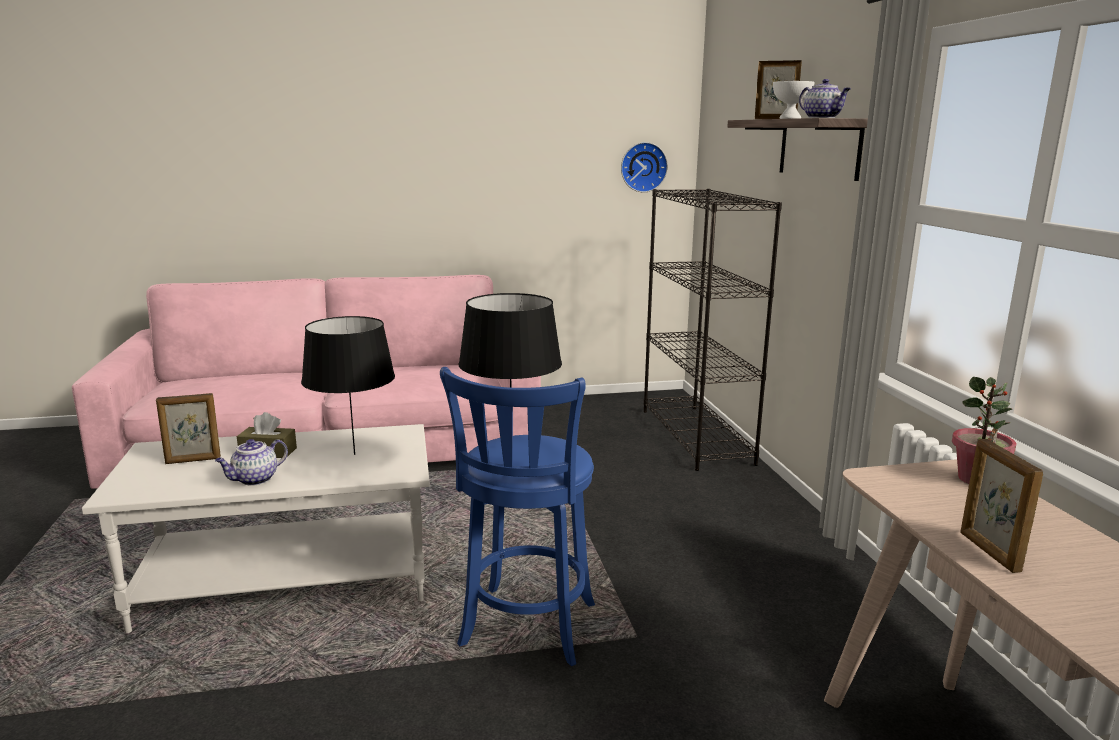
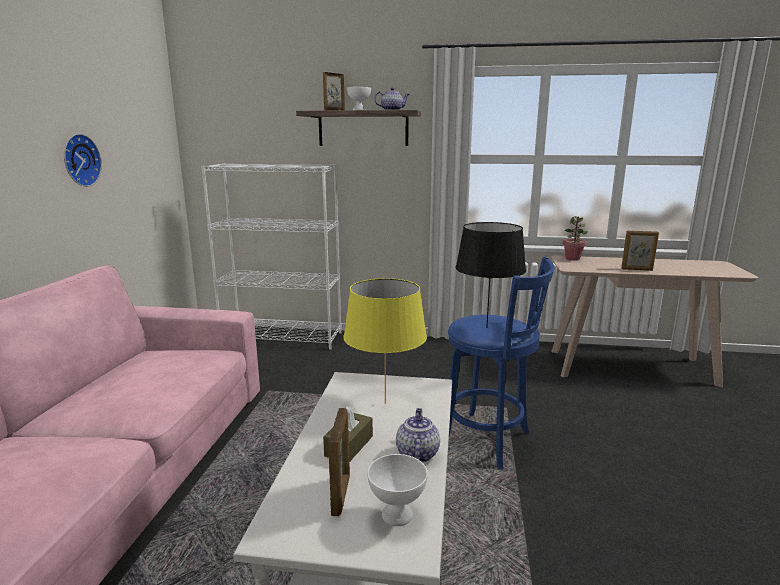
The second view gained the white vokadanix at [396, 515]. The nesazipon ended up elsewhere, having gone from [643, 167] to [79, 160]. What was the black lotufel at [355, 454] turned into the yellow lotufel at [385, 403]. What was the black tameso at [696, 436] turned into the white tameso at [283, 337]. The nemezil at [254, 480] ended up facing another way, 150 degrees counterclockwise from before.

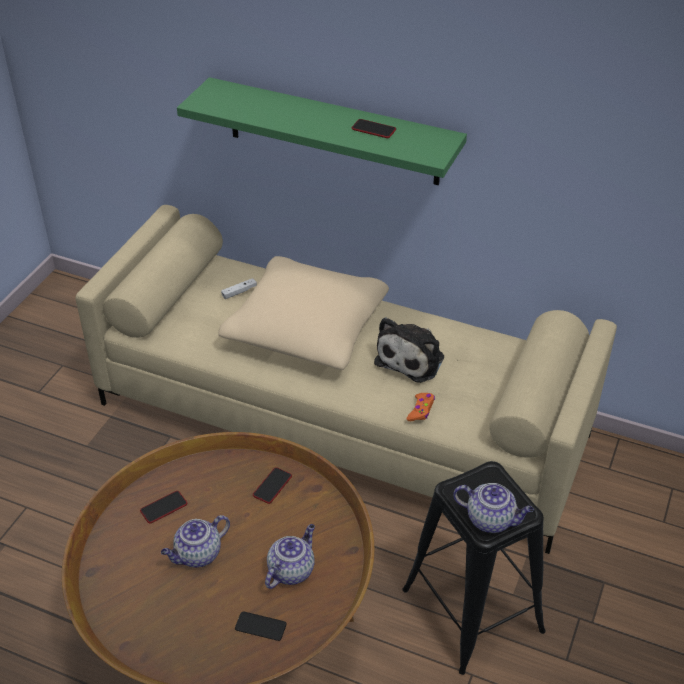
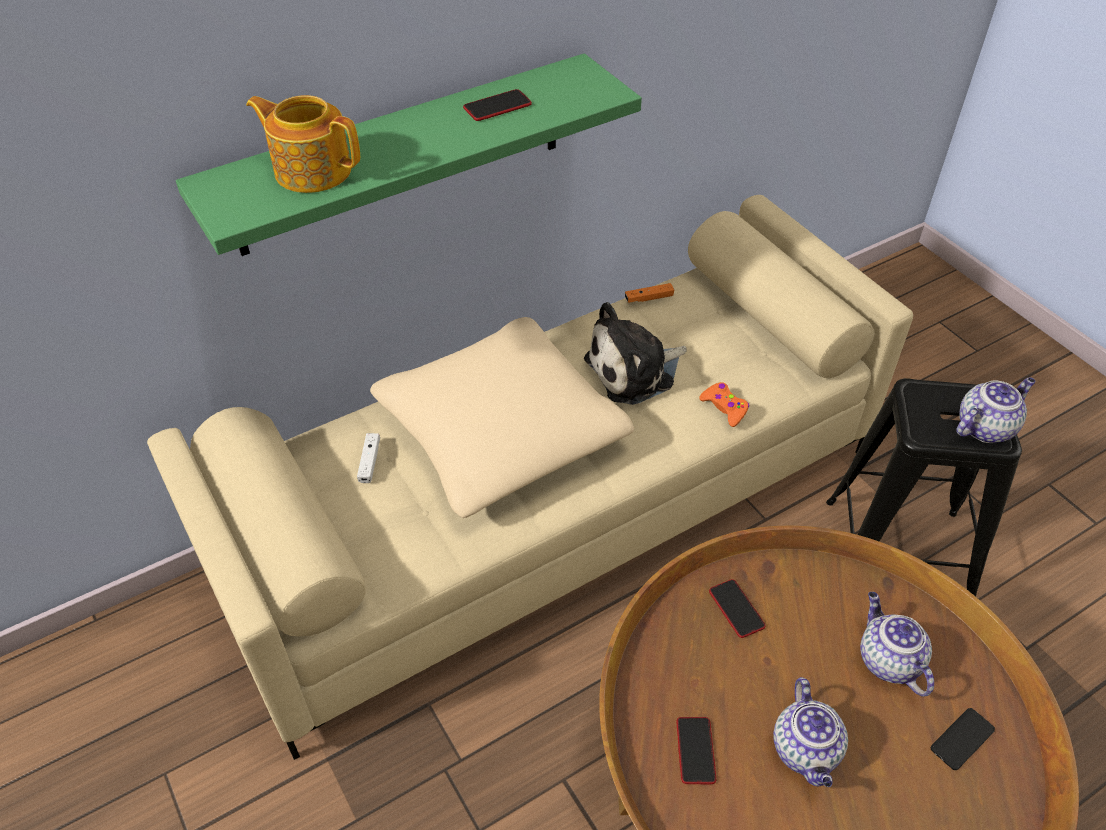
The second view gained the nemezil at [312, 170]. The second view gained the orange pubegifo at [649, 298]. The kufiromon at [412, 358] ended up facing another way, 90 degrees clockwise from before.

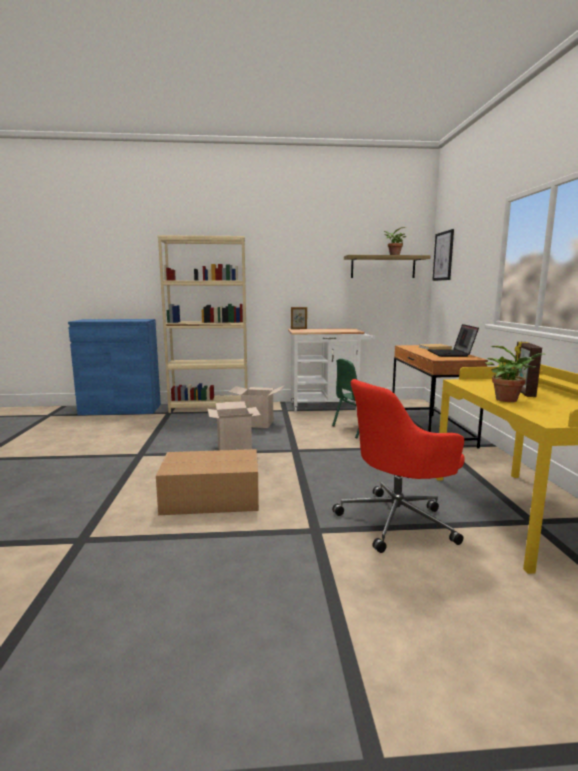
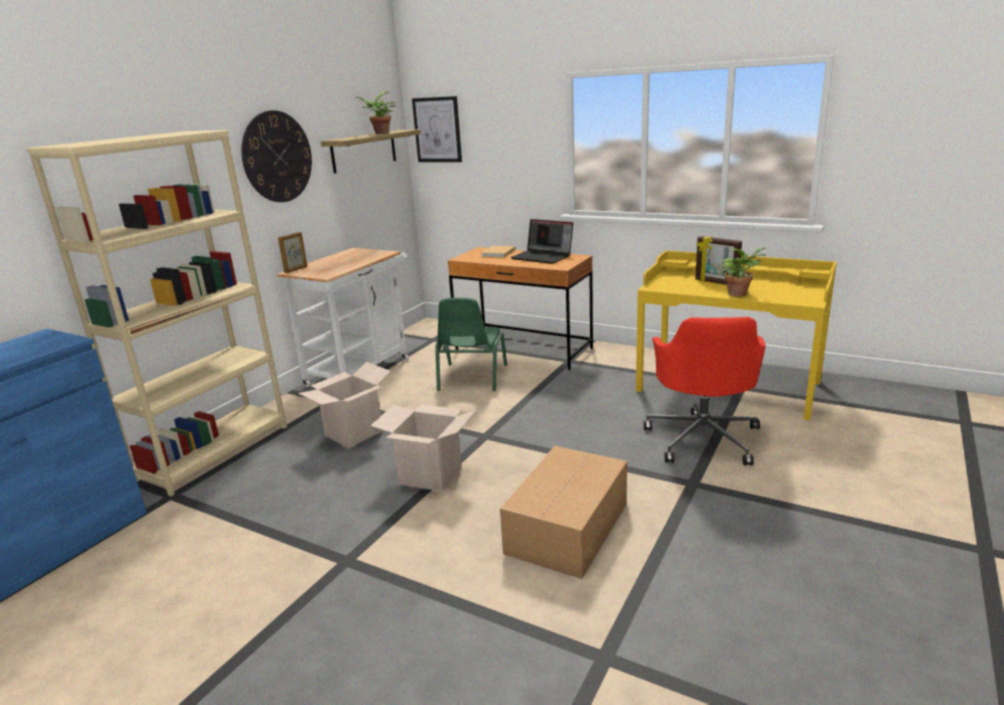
The second view gained the nesazipon at [277, 157].

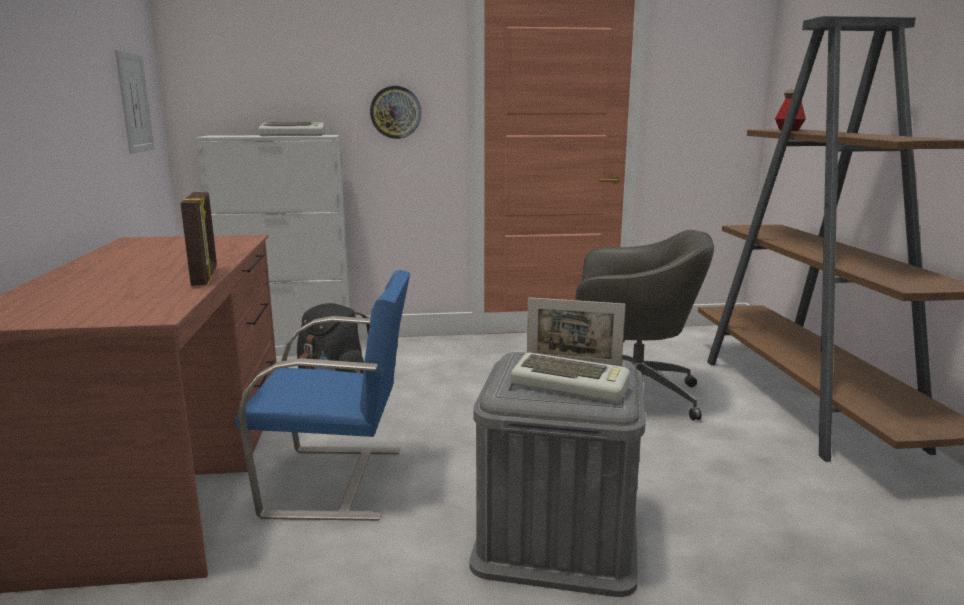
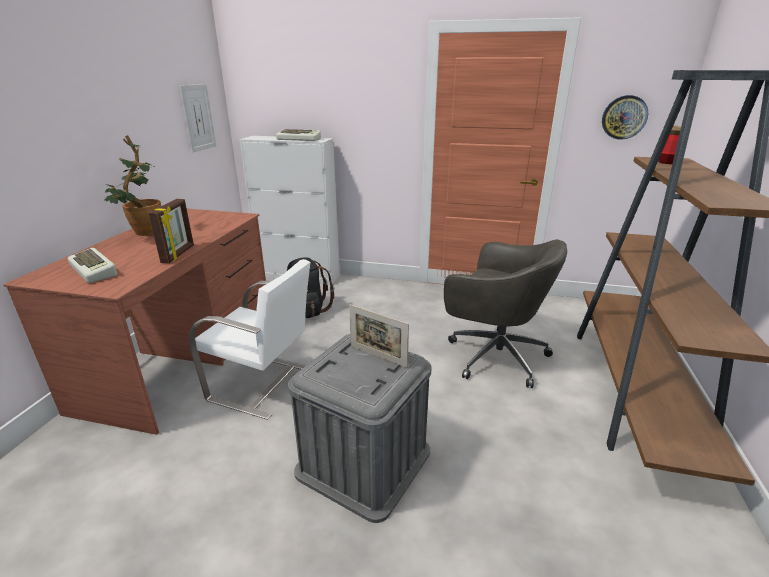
The second view gained the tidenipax at [143, 234]. The nesazipon ended up elsewhere, having gone from [395, 112] to [624, 117]. The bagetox ended up elsewhere, having gone from [571, 386] to [95, 270]. What was the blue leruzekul at [337, 482] turned into the white leruzekul at [263, 384].

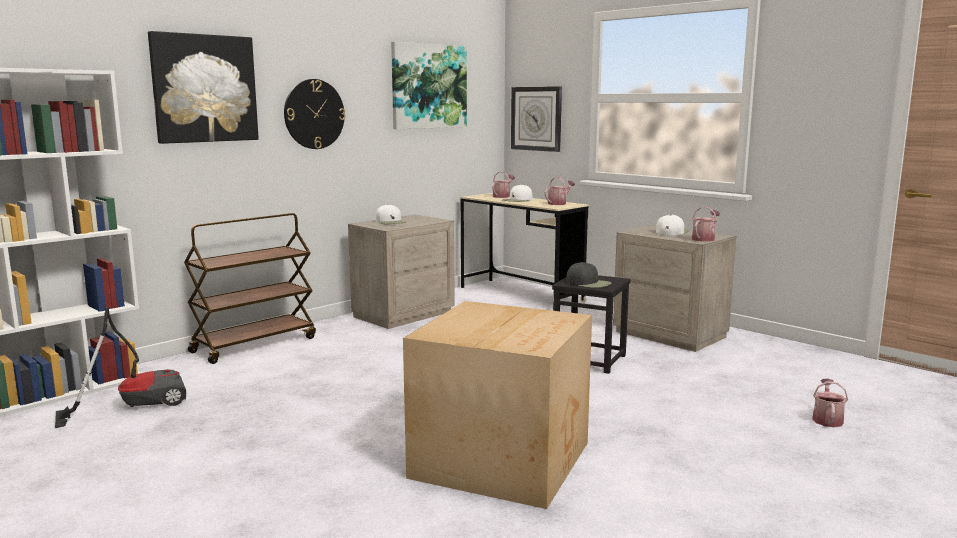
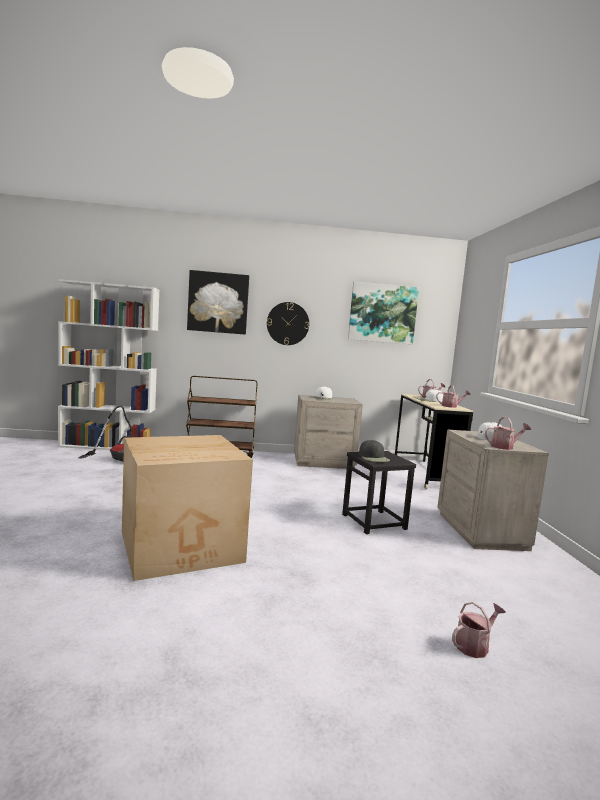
The second view lost the nesazipon at [536, 118].

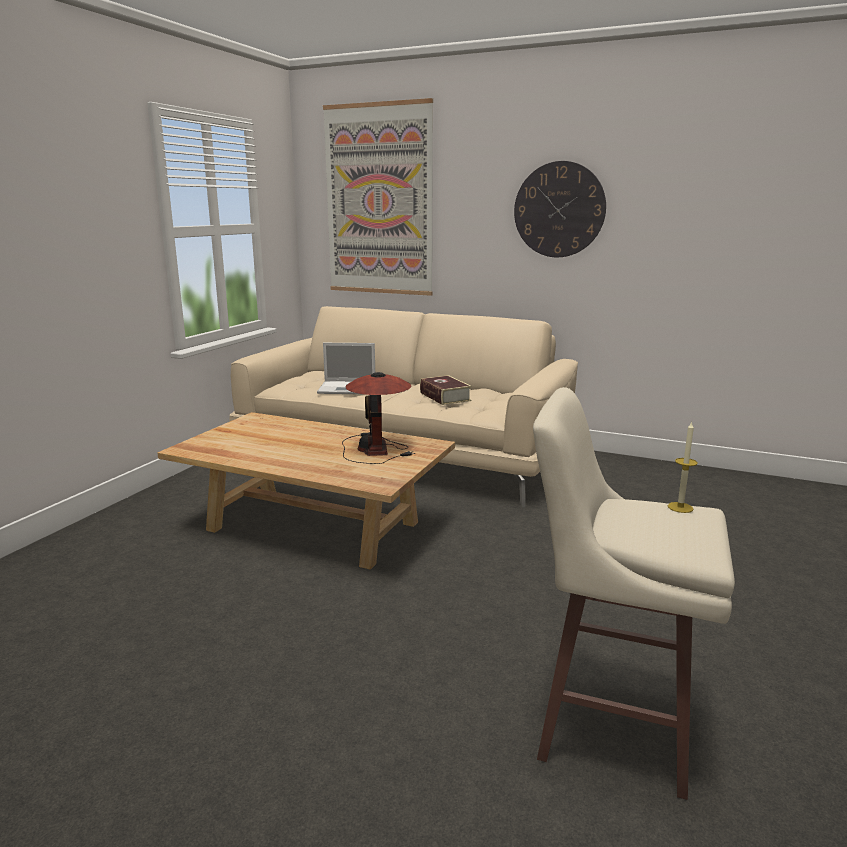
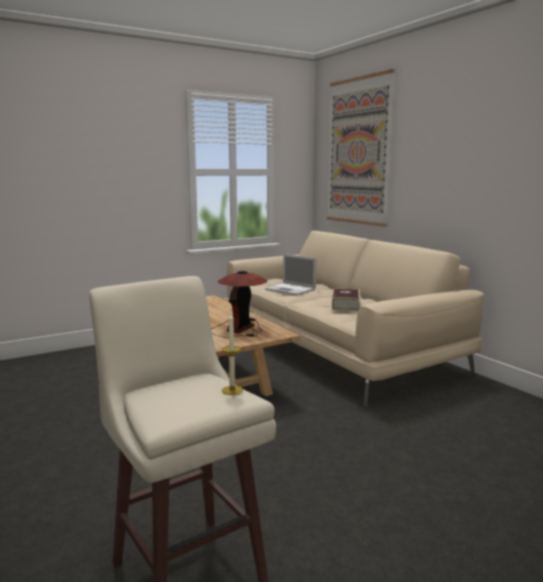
The second view lost the nesazipon at [559, 210].

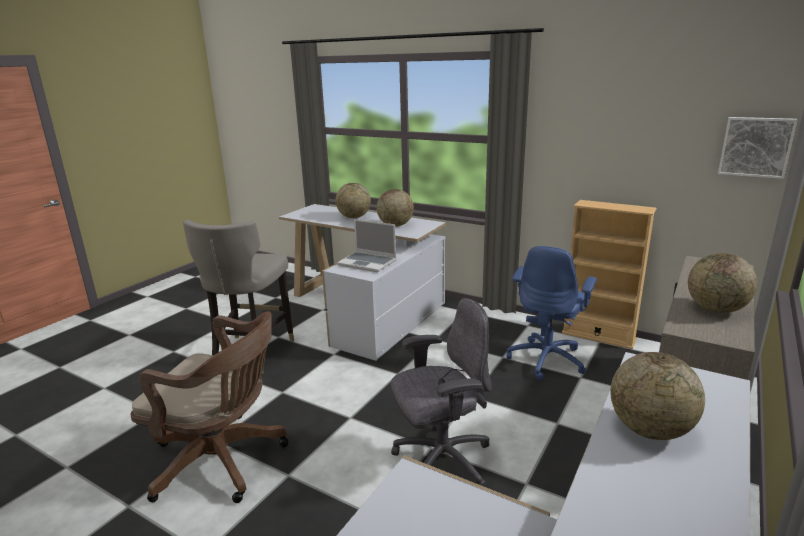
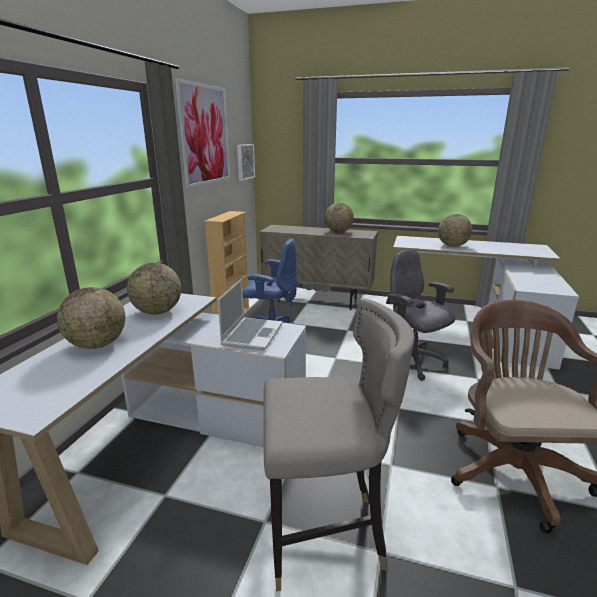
The second view gained the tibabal at [205, 135].

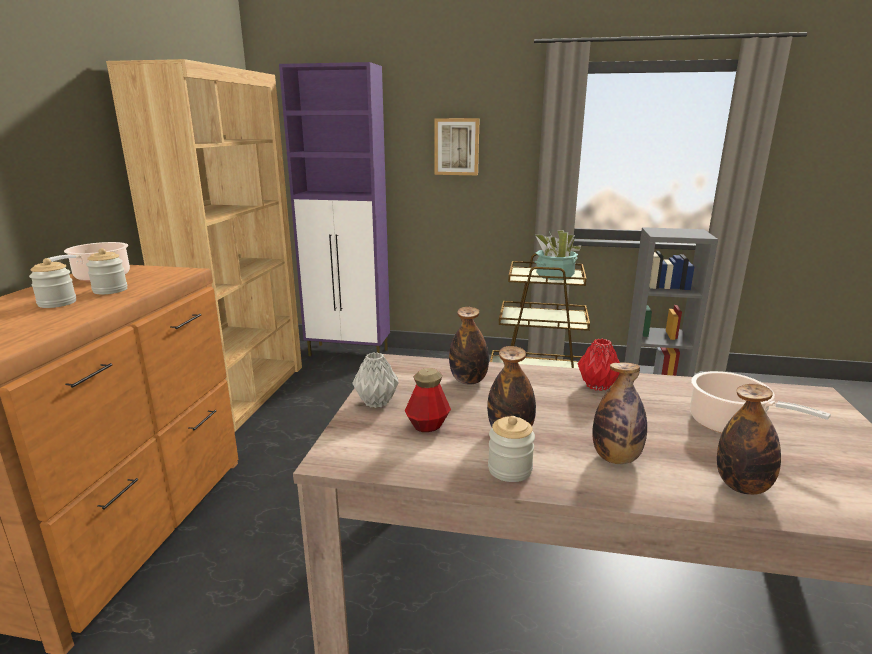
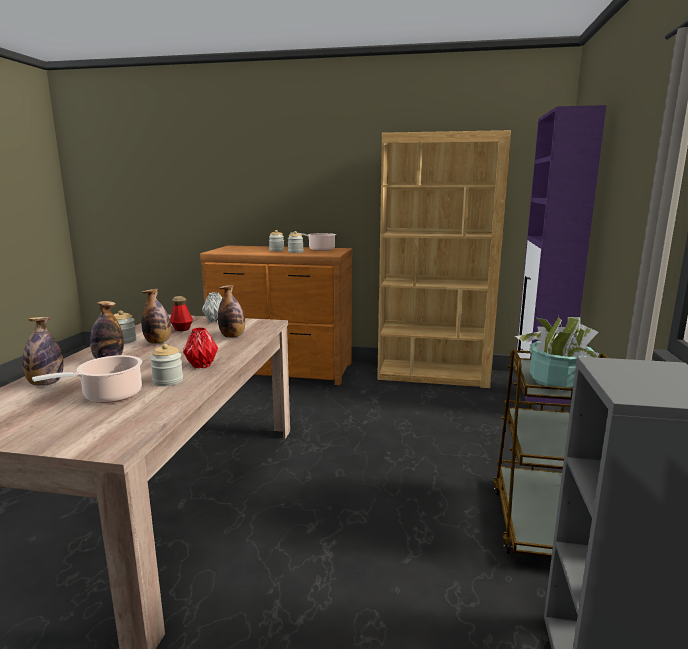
The second view lost the tibabal at [456, 147]. The second view gained the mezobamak at [168, 381].

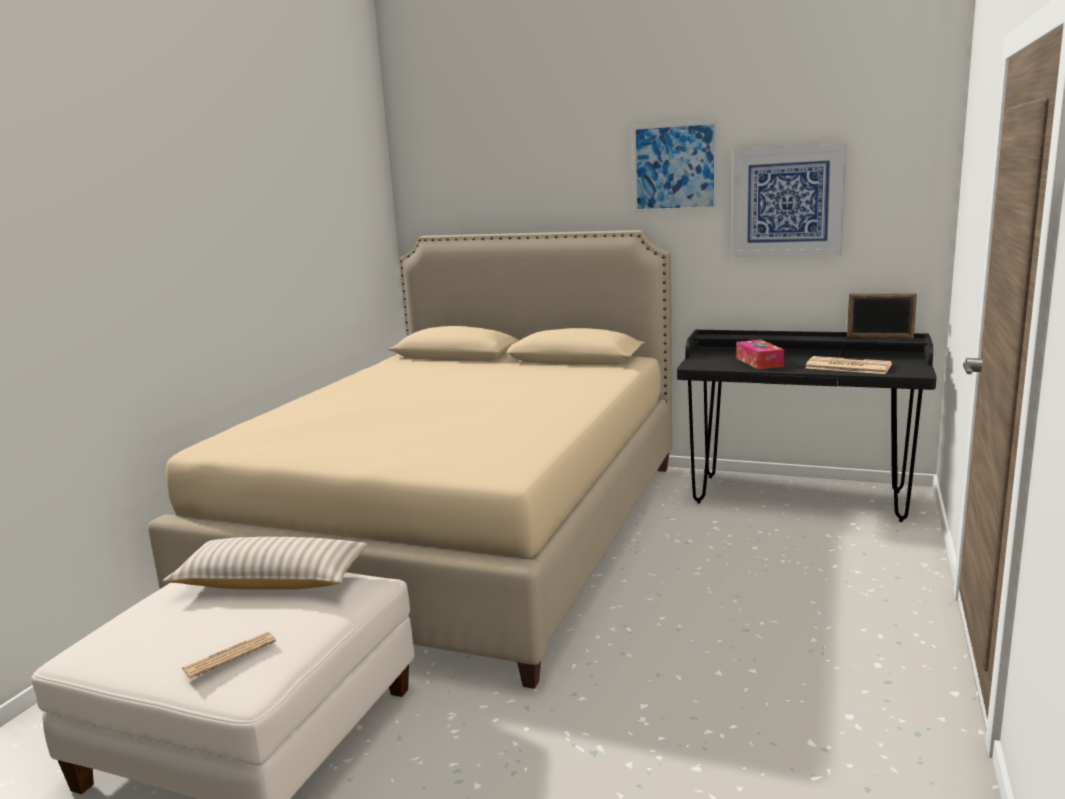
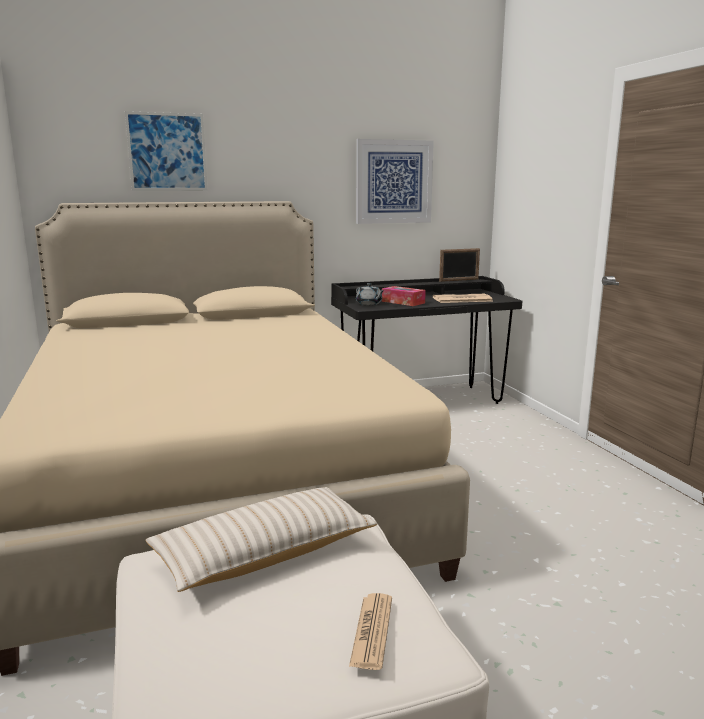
The second view gained the grey nemezil at [369, 304]. The tibabal ended up elsewhere, having gone from [675, 167] to [167, 152].

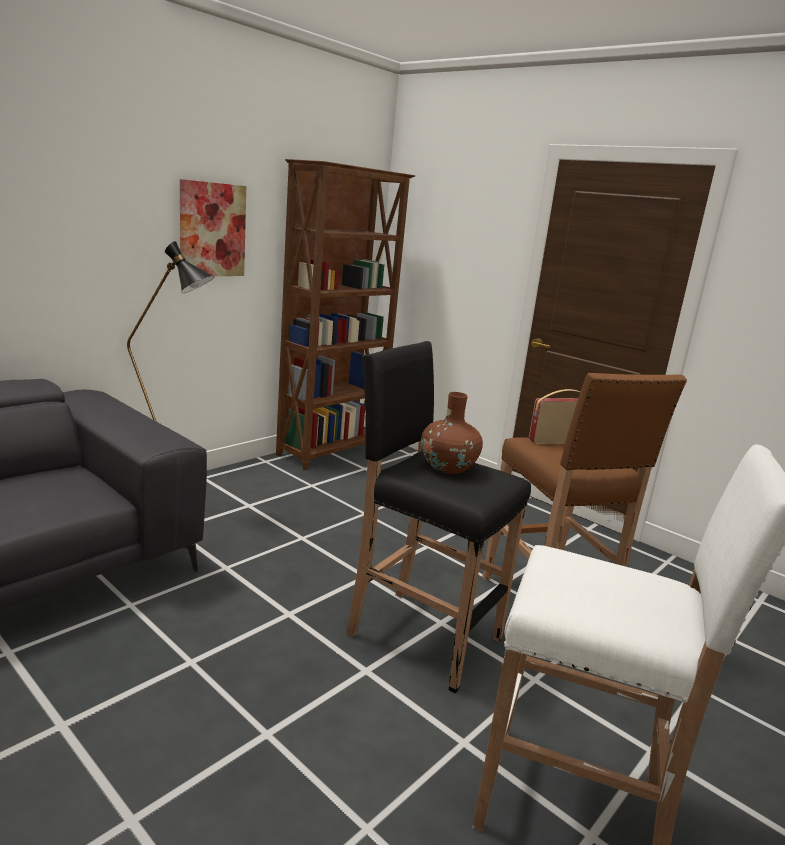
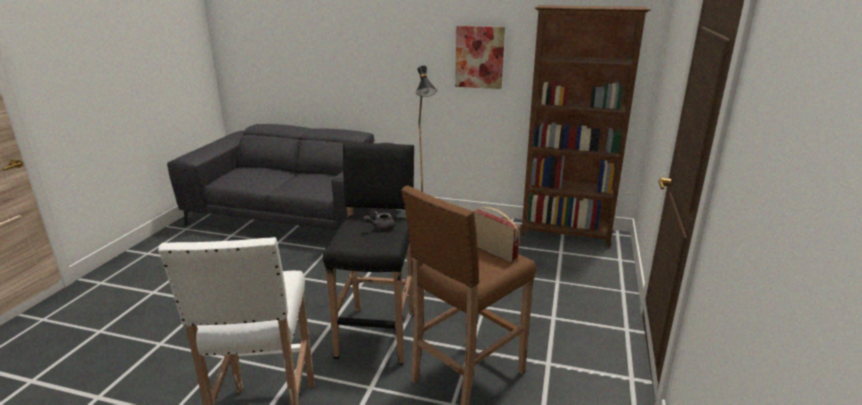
Where the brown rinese stood at [448, 467], the grey nemezil came to stand at [380, 227].

